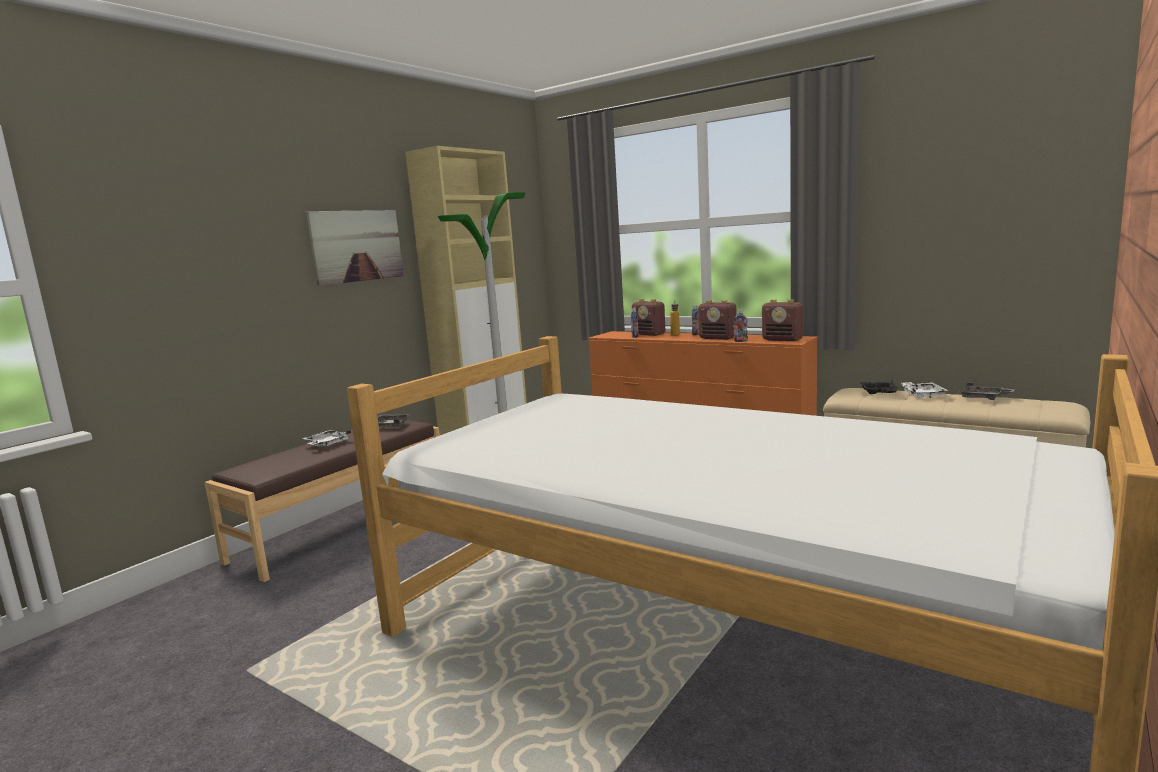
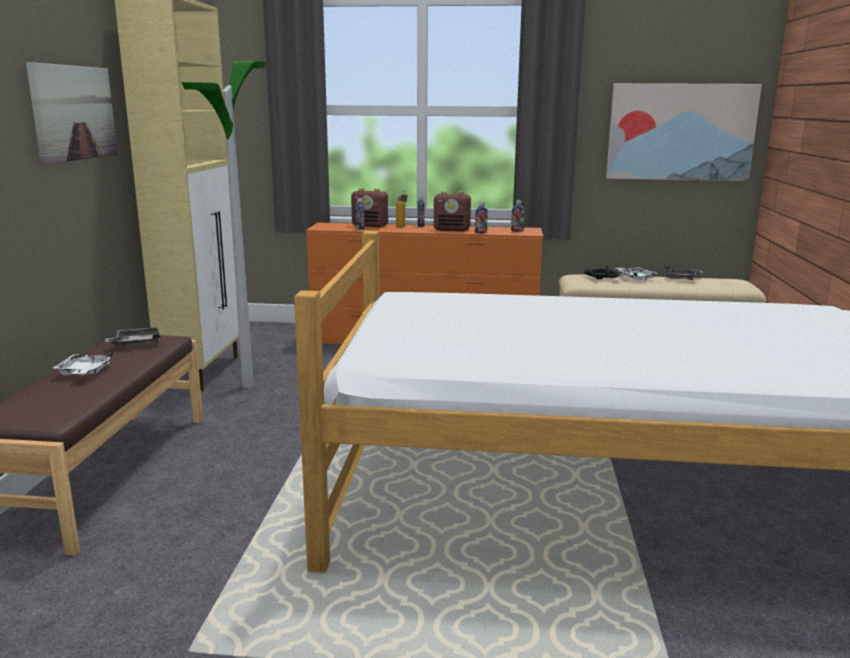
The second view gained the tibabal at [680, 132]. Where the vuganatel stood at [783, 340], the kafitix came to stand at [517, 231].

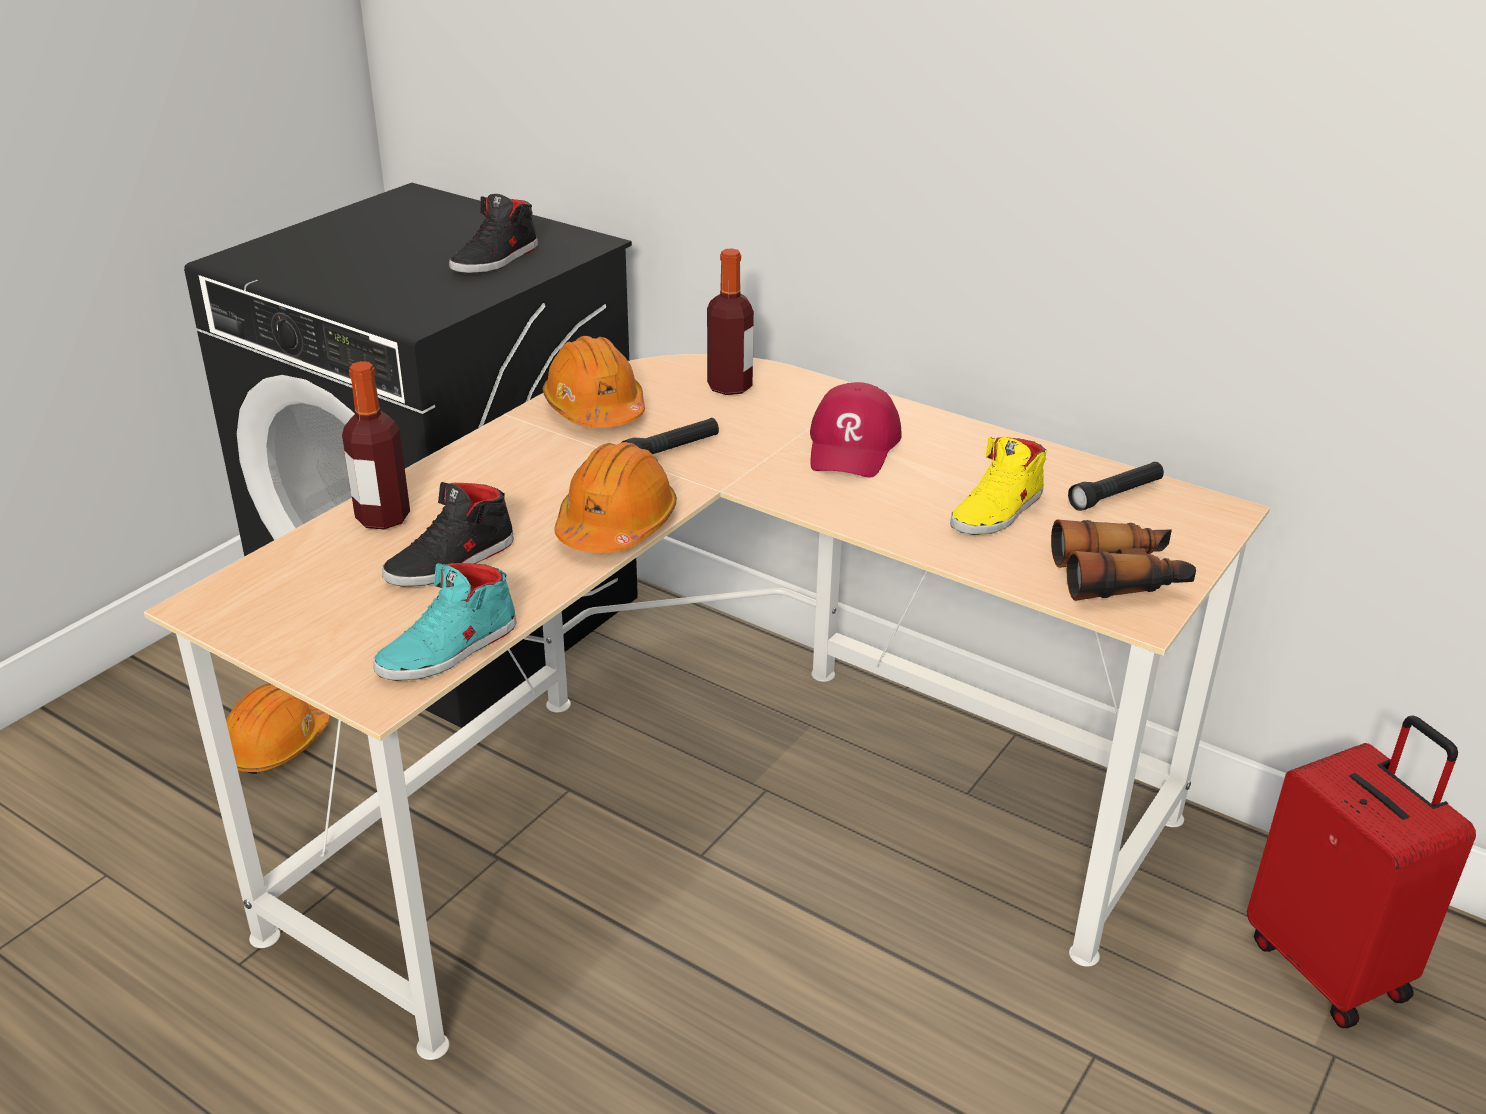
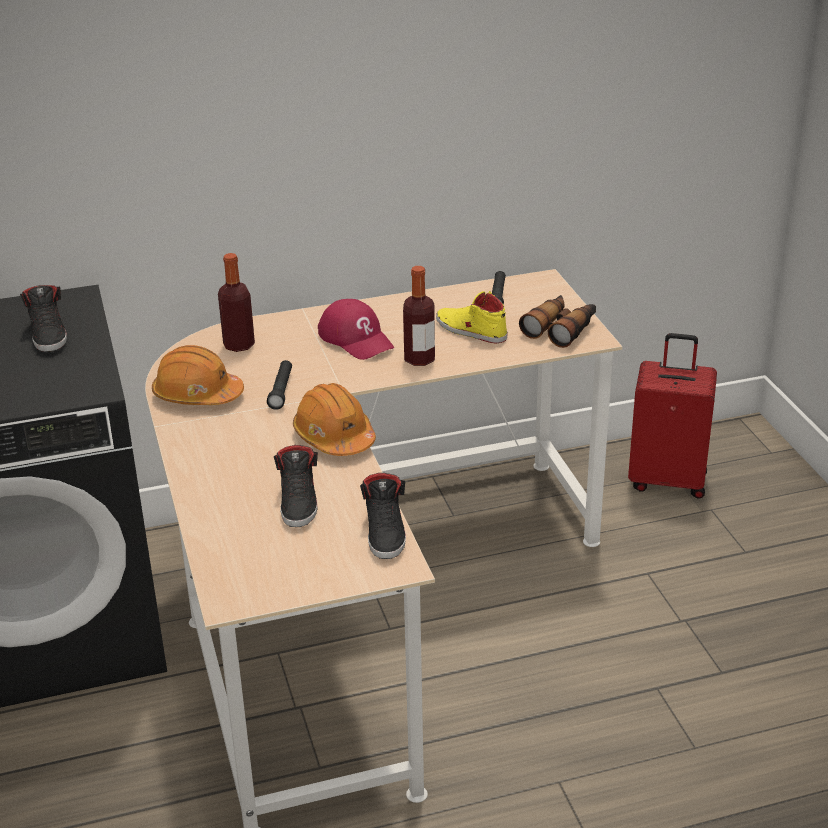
The second view lost the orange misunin at [275, 745]. The kafitix ended up elsewhere, having gone from [383, 518] to [419, 359]. What was the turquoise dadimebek at [449, 650] turned into the black dadimebek at [385, 531]. The yellow dadimebek at [998, 512] ended up facing another way, 135 degrees clockwise from before.

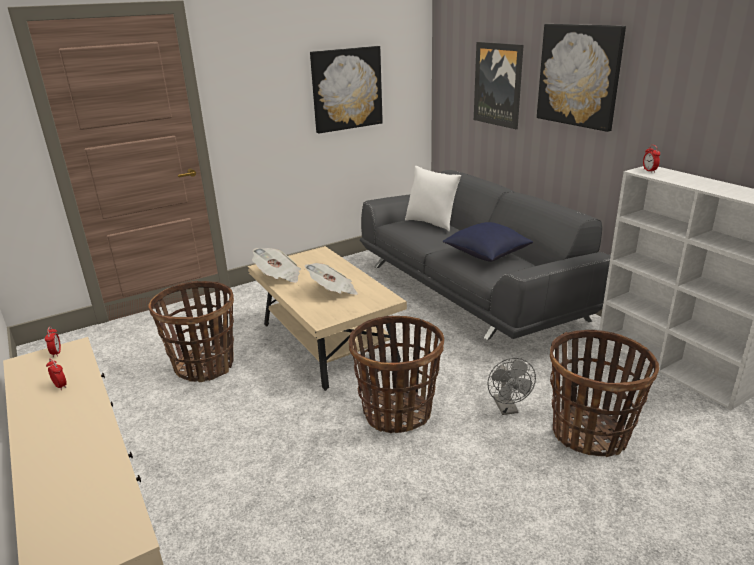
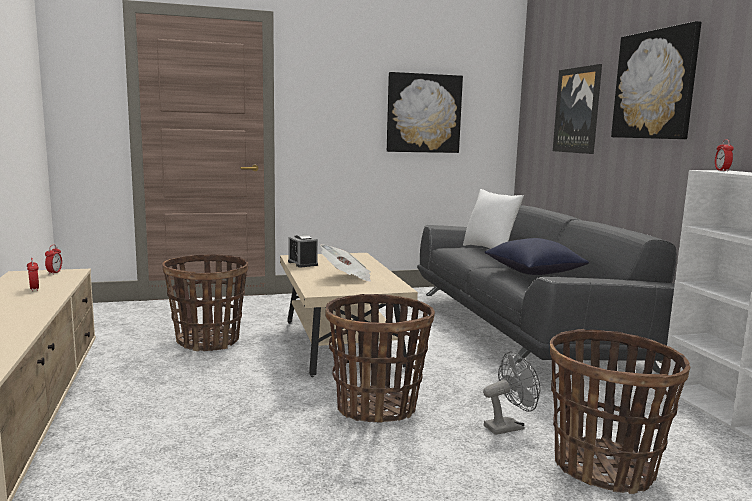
Where the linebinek stood at [278, 276], the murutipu came to stand at [302, 263]. The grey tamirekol at [507, 409] ended up facing another way, 120 degrees counterclockwise from before.

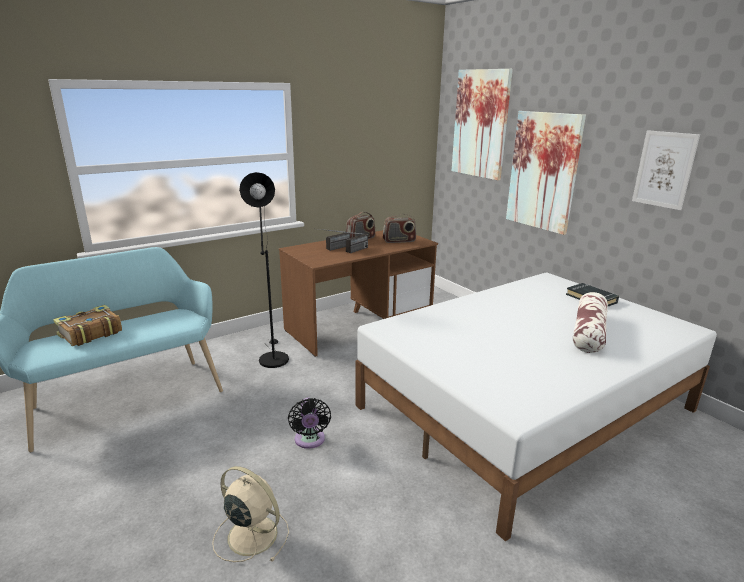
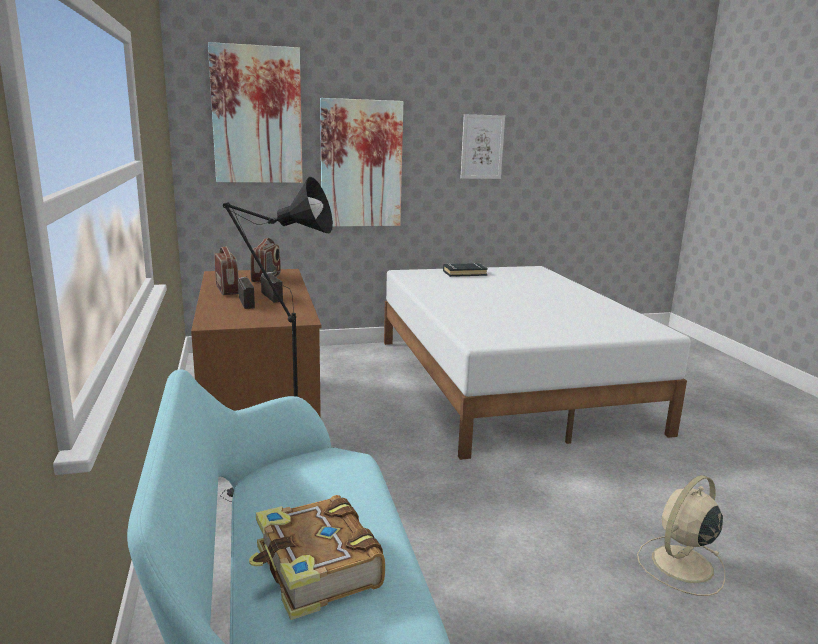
The second view lost the black tamirekol at [310, 441]. The second view lost the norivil at [588, 332].

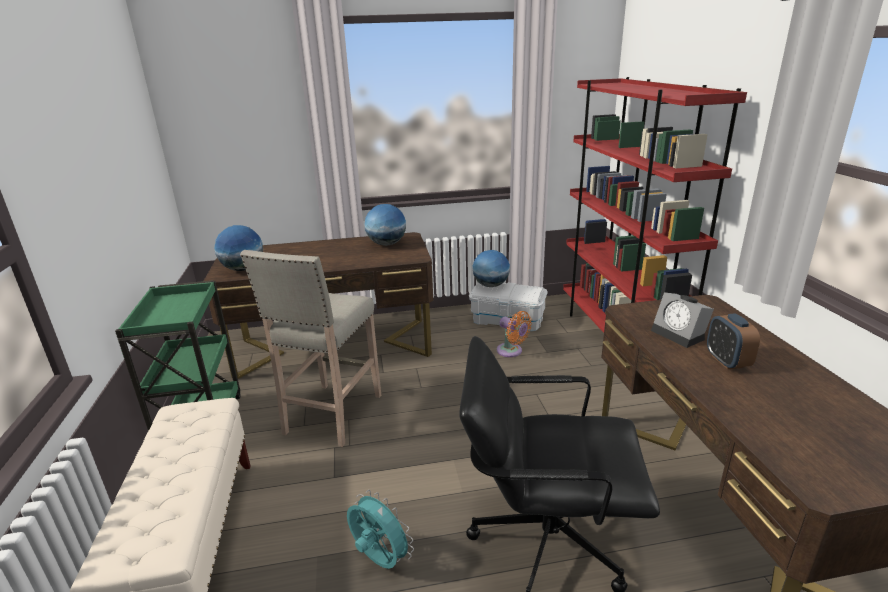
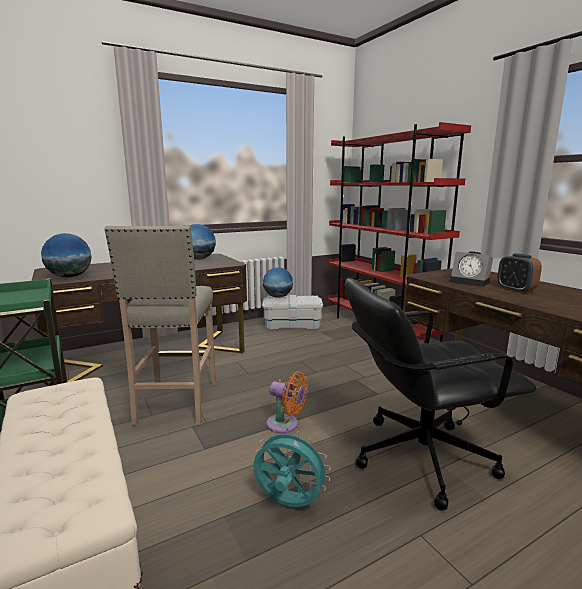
The orange tamirekol ended up elsewhere, having gone from [511, 351] to [285, 425].

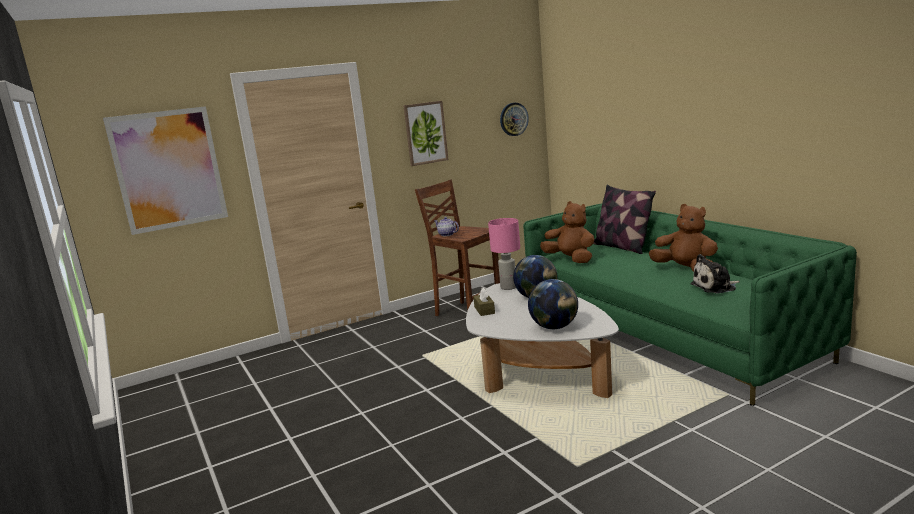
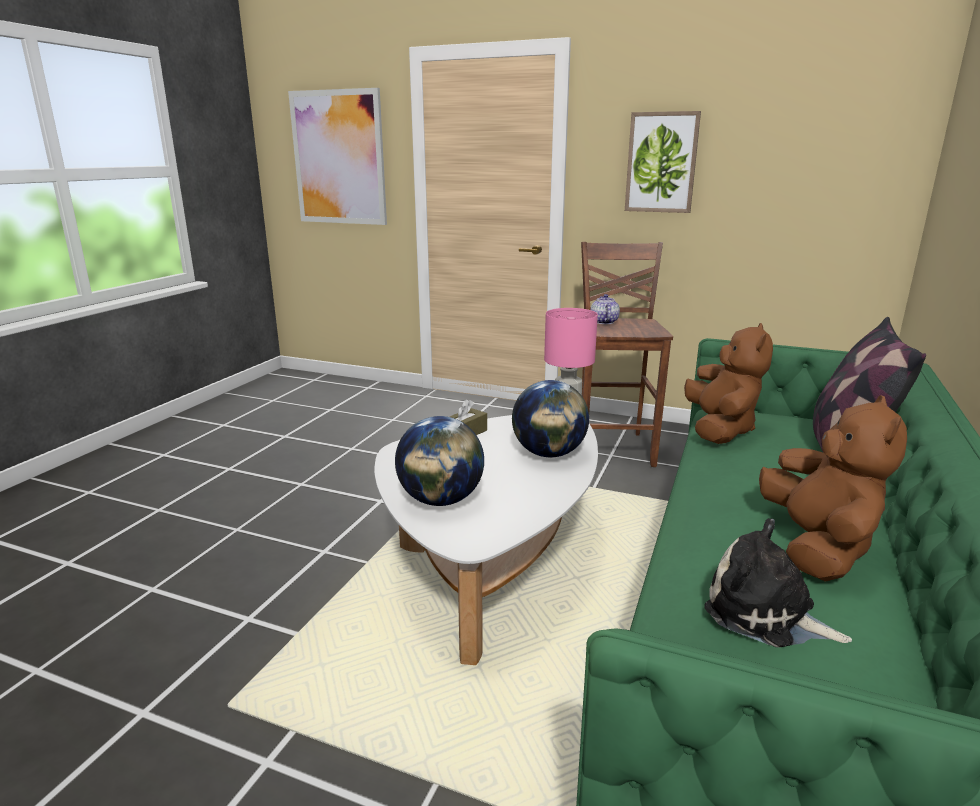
The second view lost the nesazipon at [513, 119].

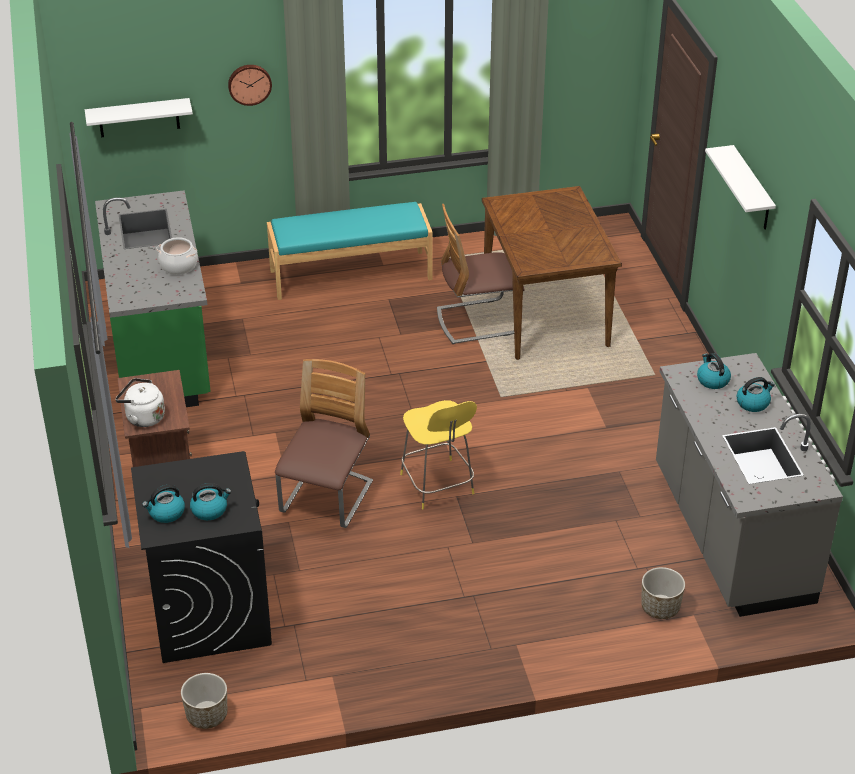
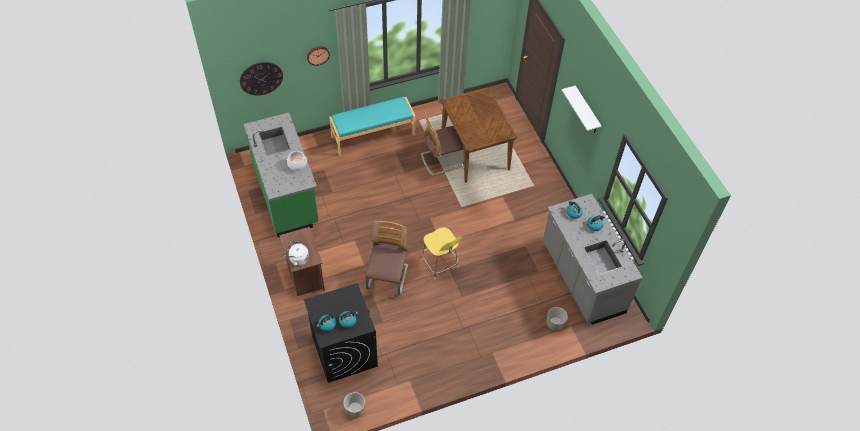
Where the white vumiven hung at [139, 118], the nesazipon came to hang at [261, 78].

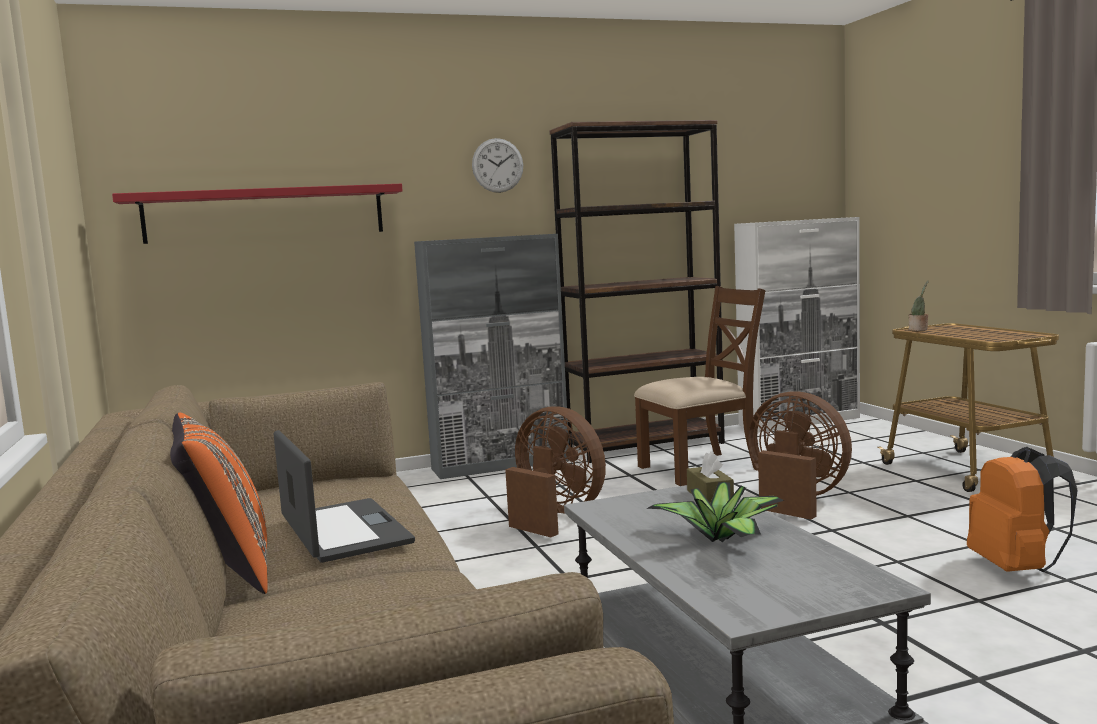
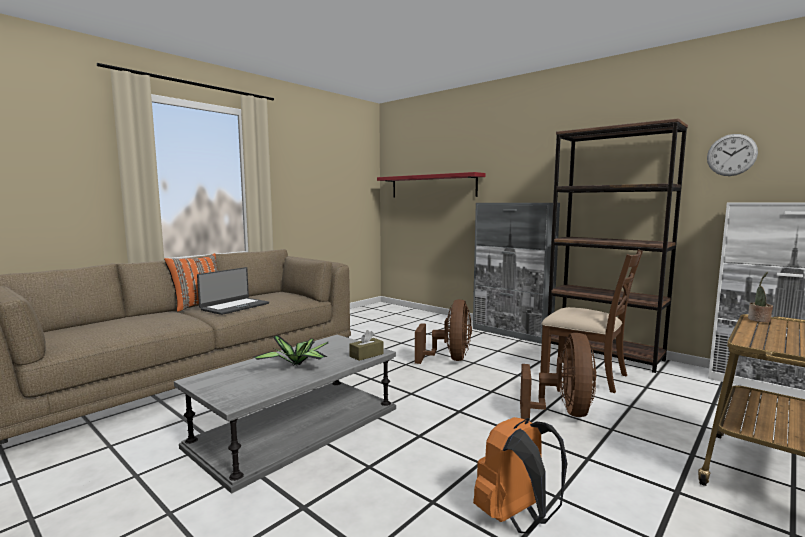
The nesazipon ended up elsewhere, having gone from [497, 165] to [731, 155].

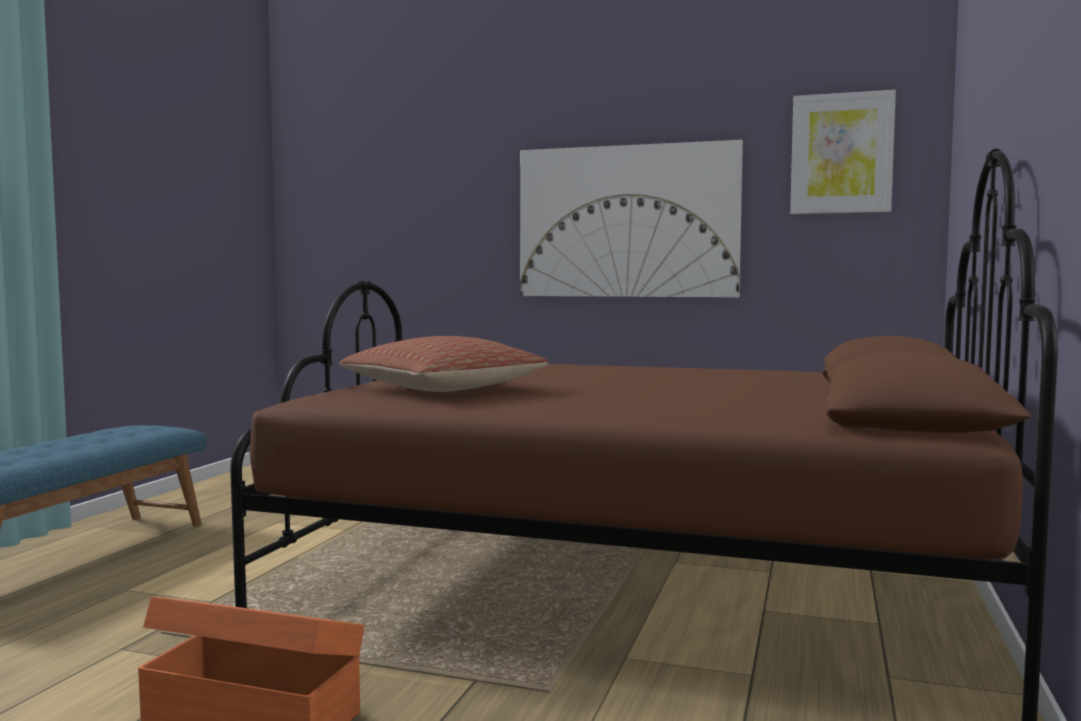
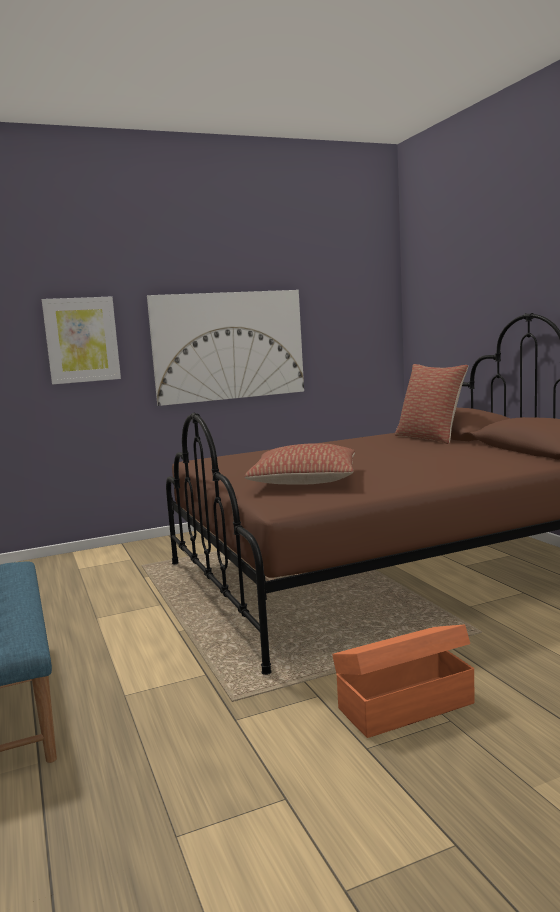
The second view gained the norivil at [430, 438]. The tibabal ended up elsewhere, having gone from [841, 153] to [82, 340].

